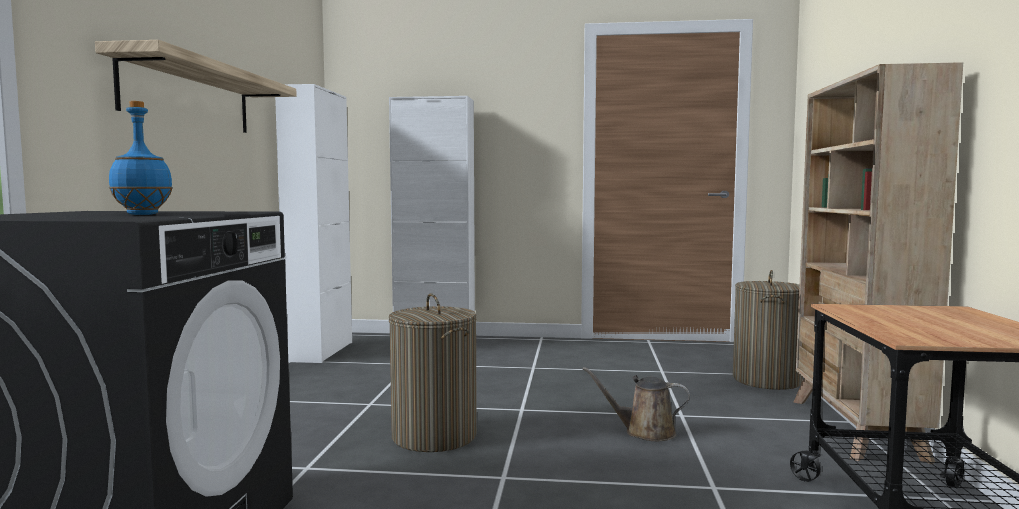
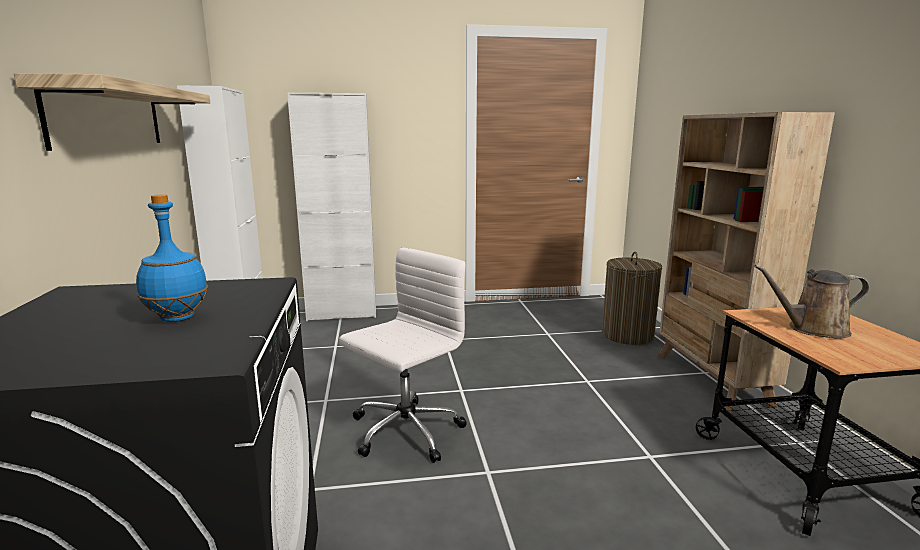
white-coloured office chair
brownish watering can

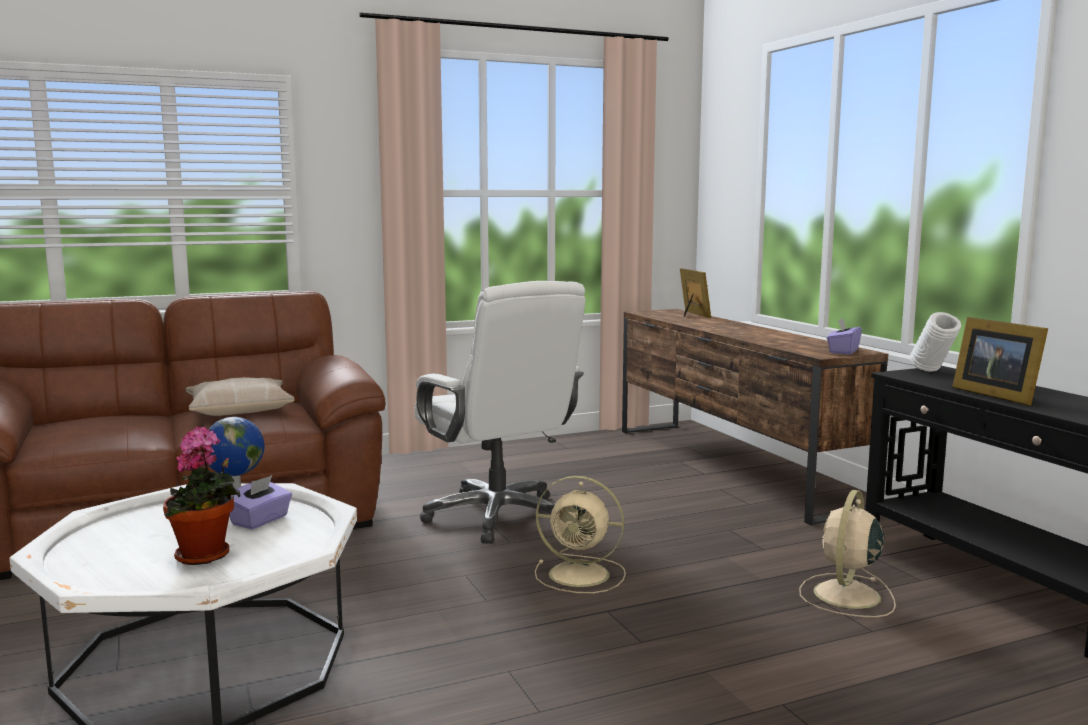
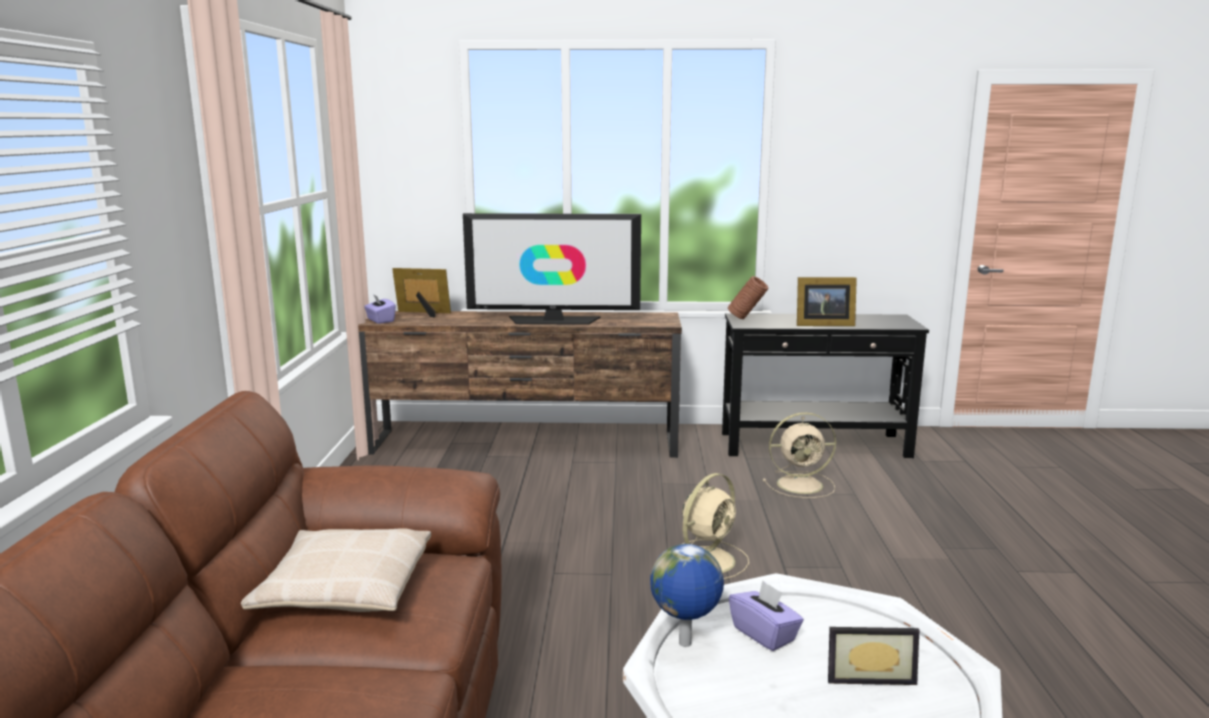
standing frame (no. 3 from left)
white-coloured office chair
sand-coloured cooling fan (no. 2 from left)
purplish tissue holder (no. 1 from left)
brownish decorative vase
TV set

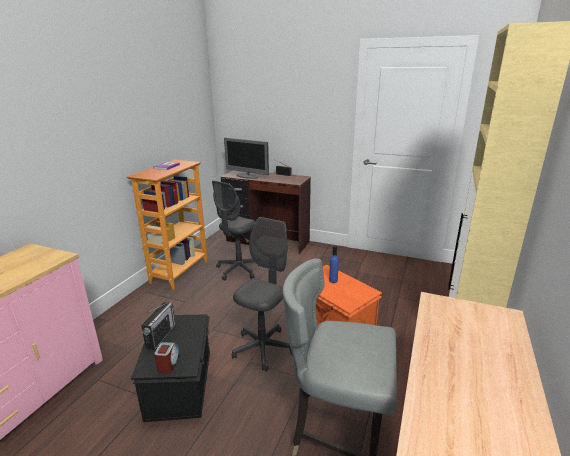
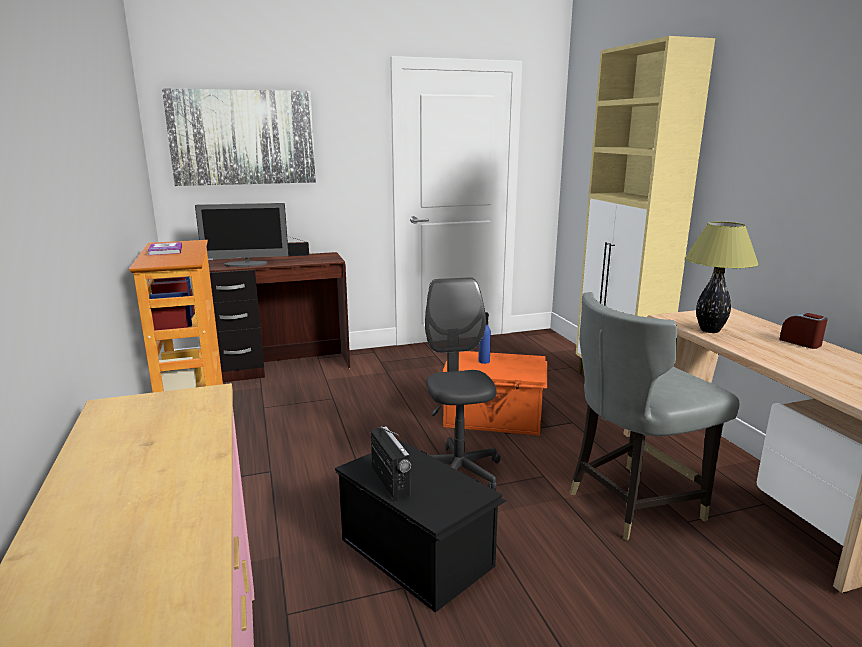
bedside clock
grey office chair (no. 1 from left in the first image)
wall art
lamp for a table

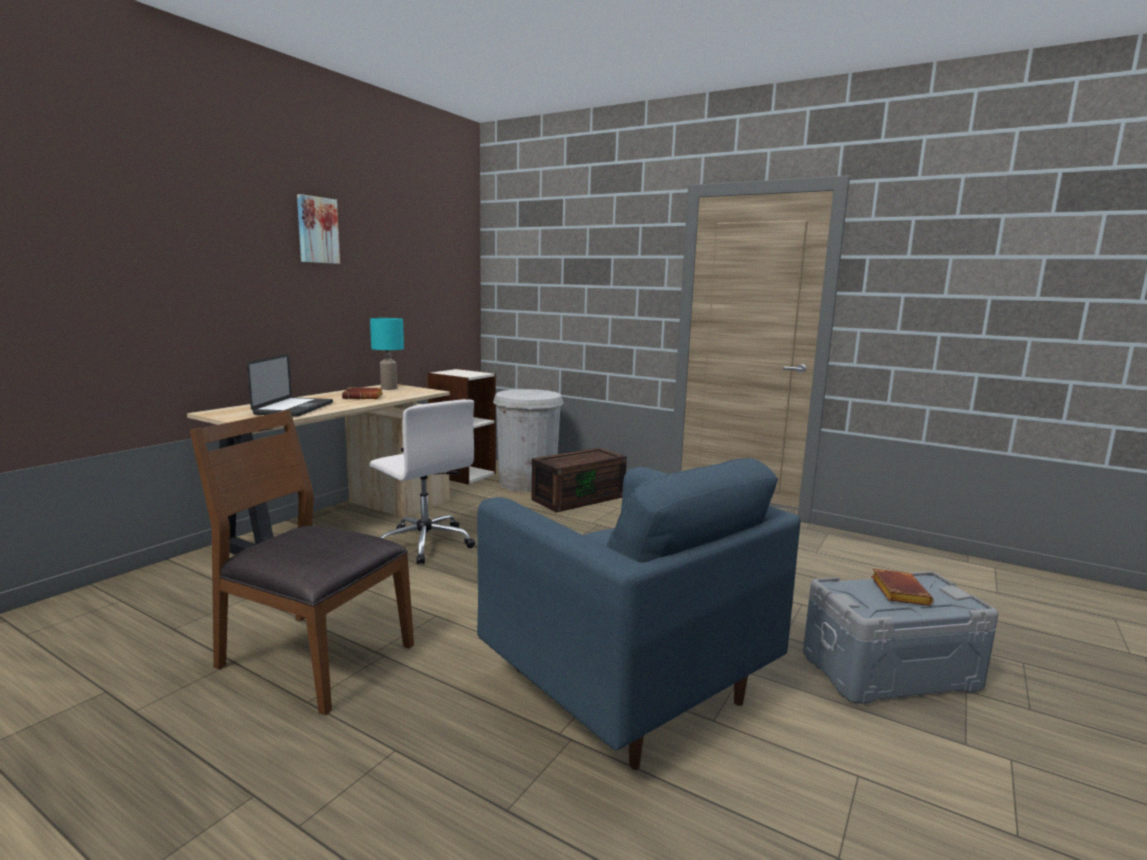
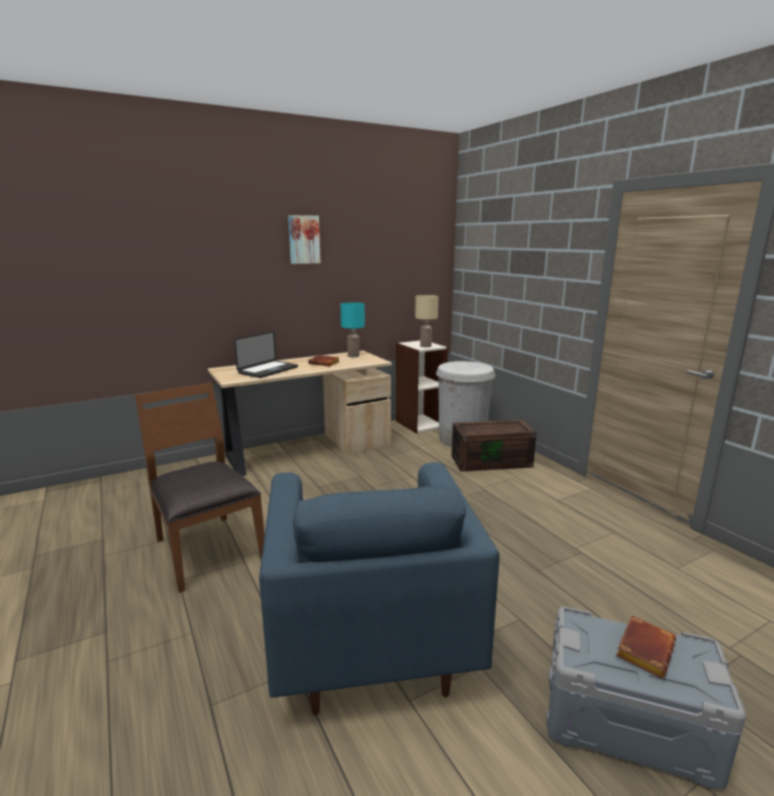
white-coloured office chair
sand-coloured lamp for a table

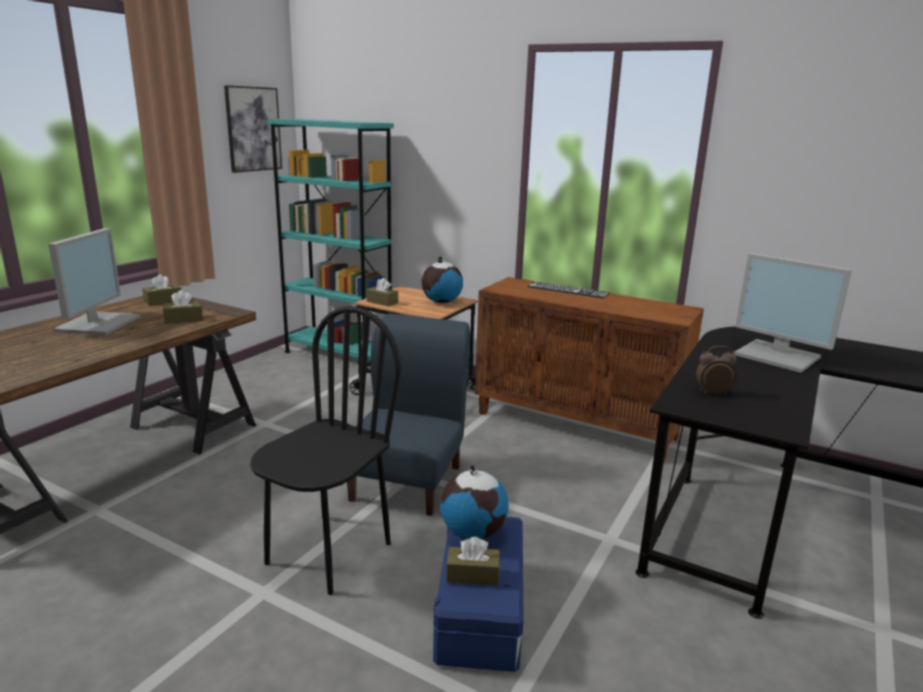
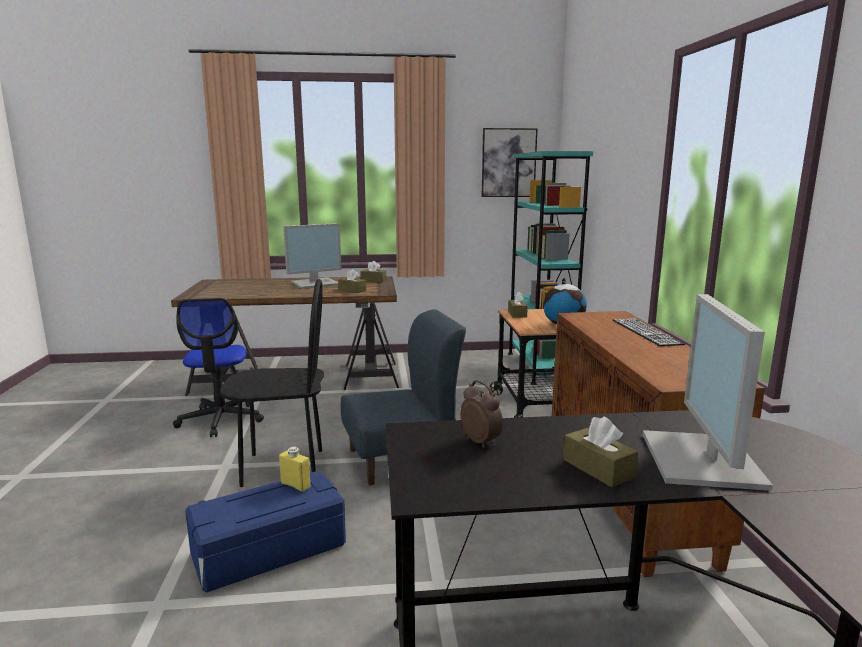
yellow-coloured beverage bottle
brownish tissue holder (no. 4 from left)
office chair

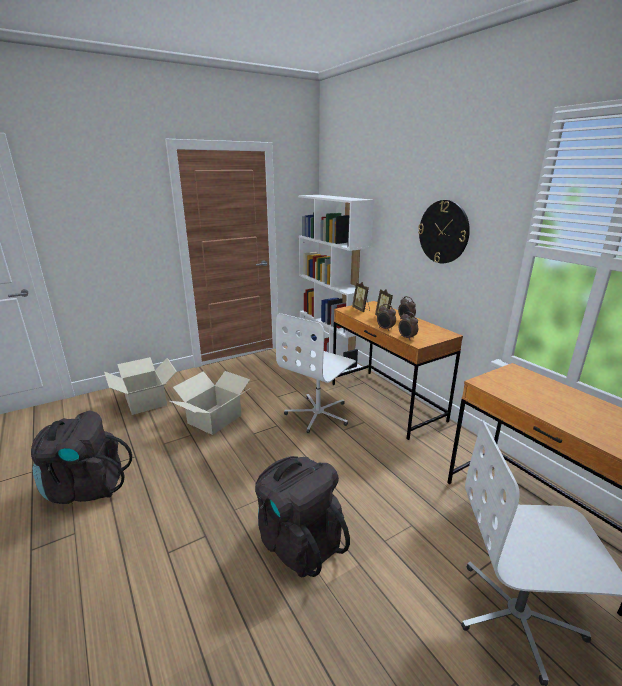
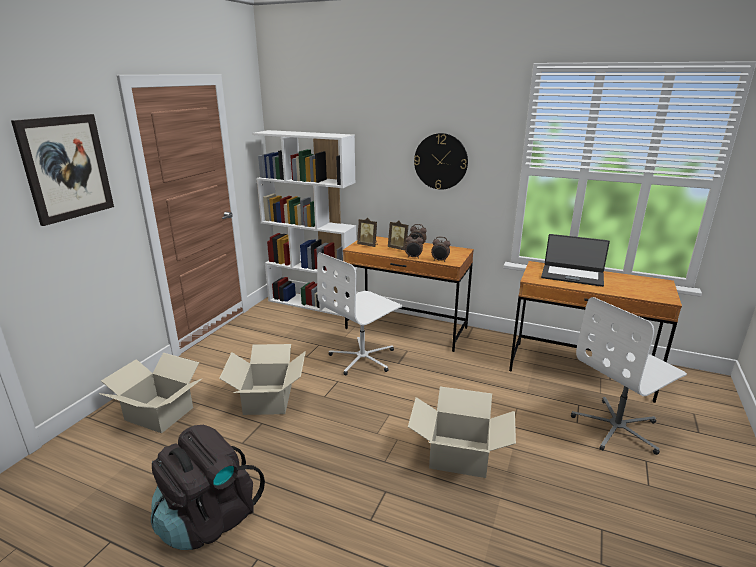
cardboard box (no. 3 from left)
white-coloured office chair (no. 1 from left)
wall art
notebook computer

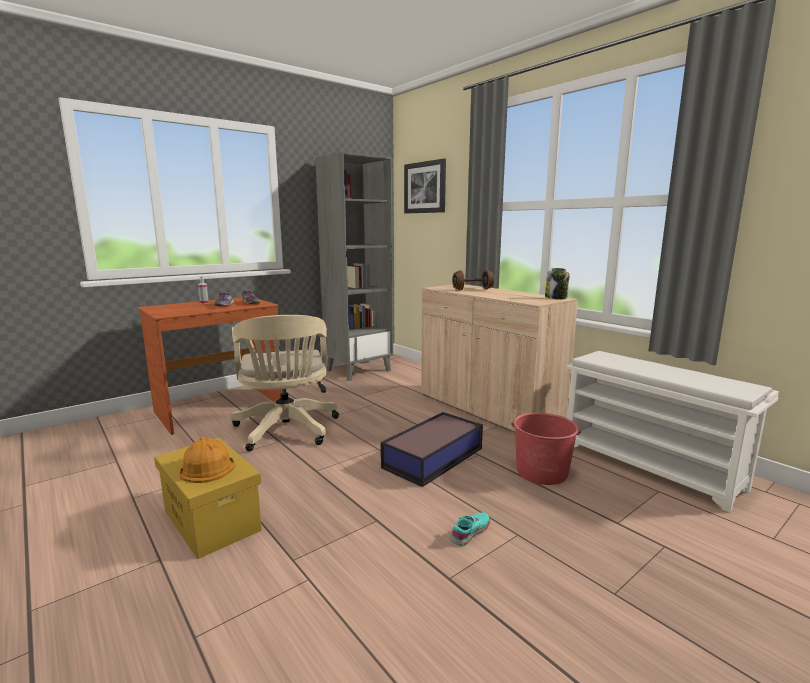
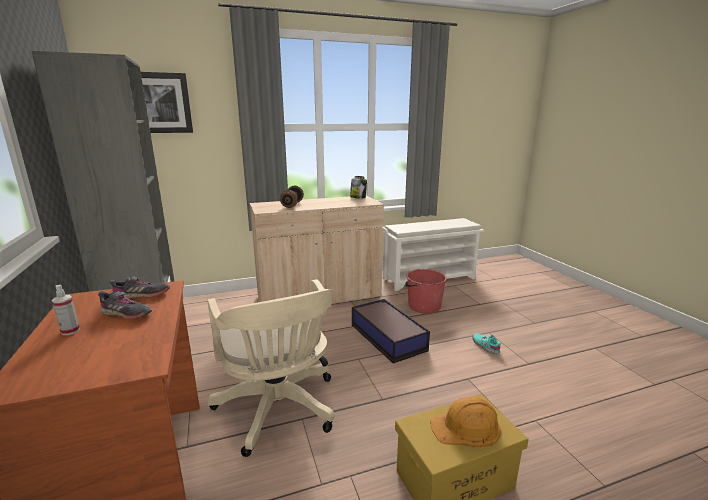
sand-coloured office chair

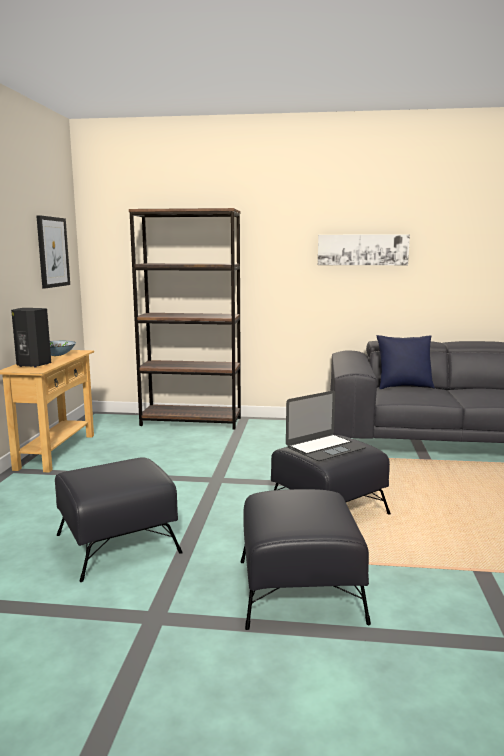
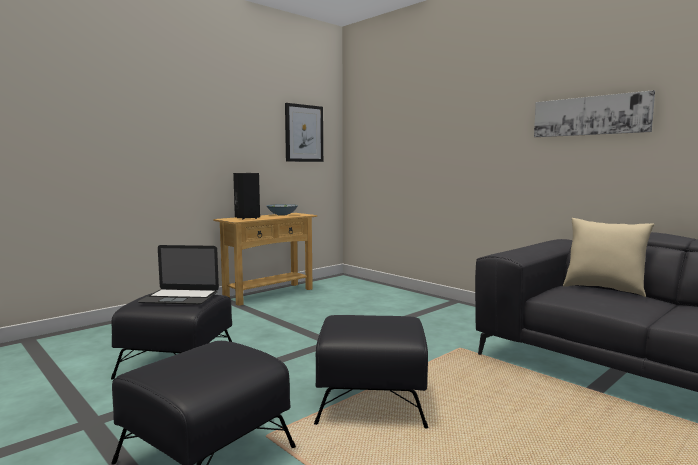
brownish bookshelf
notebook computer
sand-coloured throw pillow

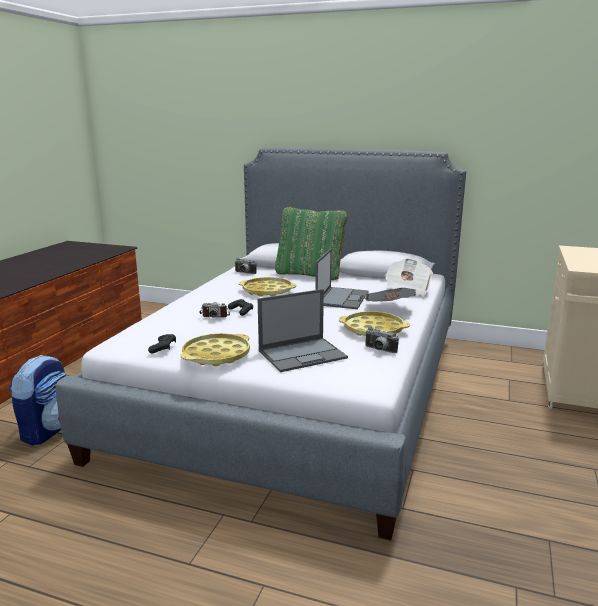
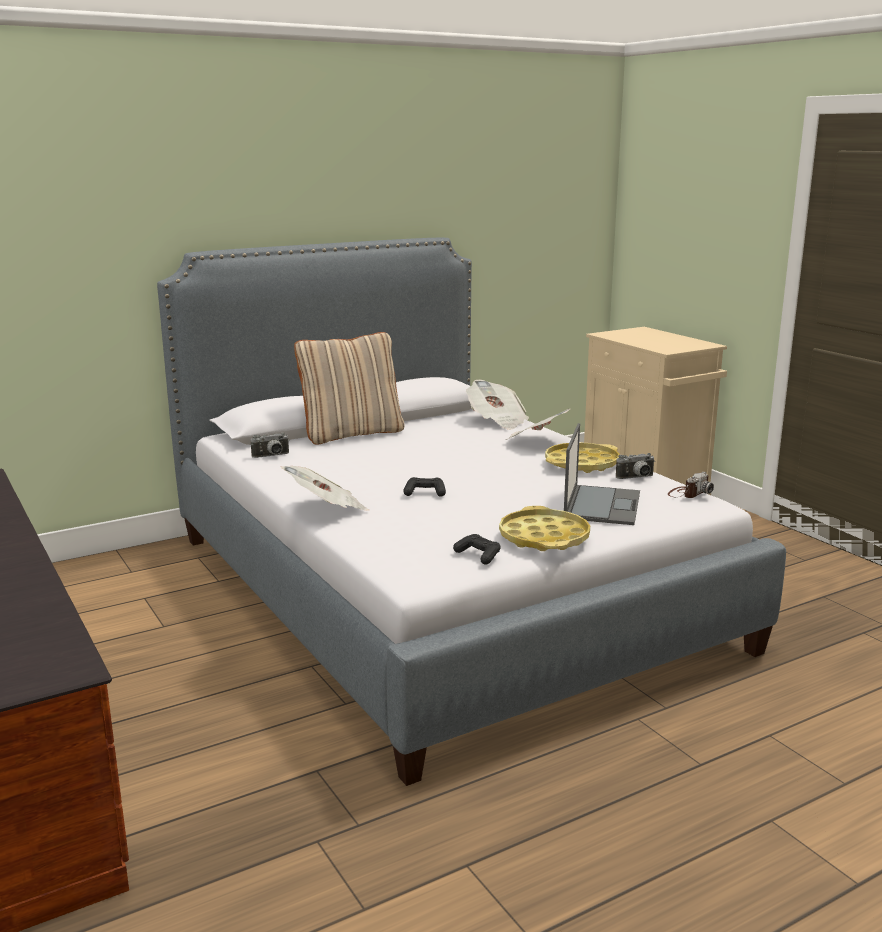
backpack
still camera (no. 3 from left)
yellow-coloured carrying tray (no. 2 from left in the first image)
sand-coloured throw pillow
notebook computer (no. 2 from left in the first image)
newspaper (no. 1 from left)

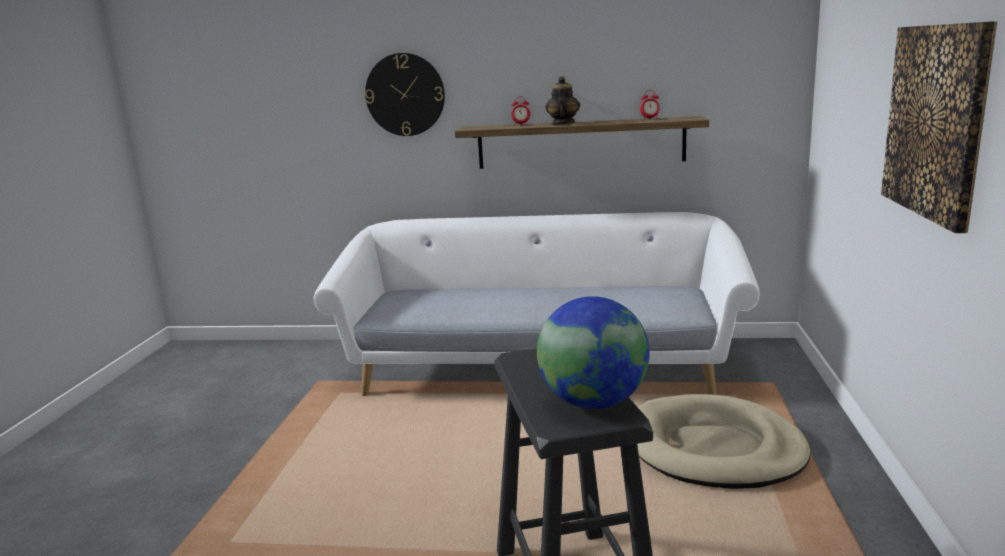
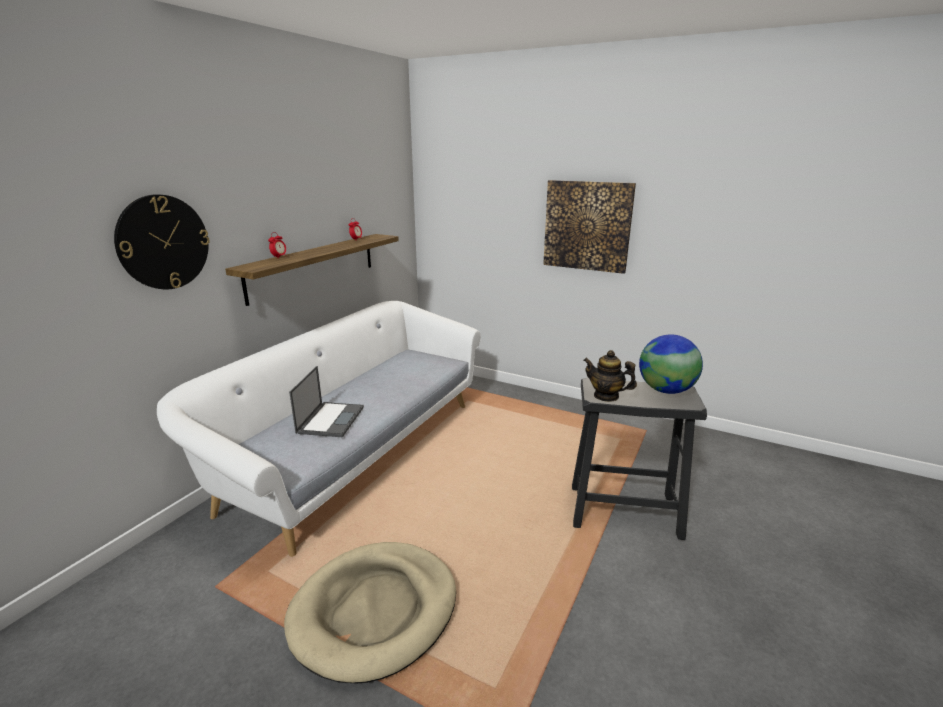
pot for tea
sand-coloured pet bed
notebook computer

